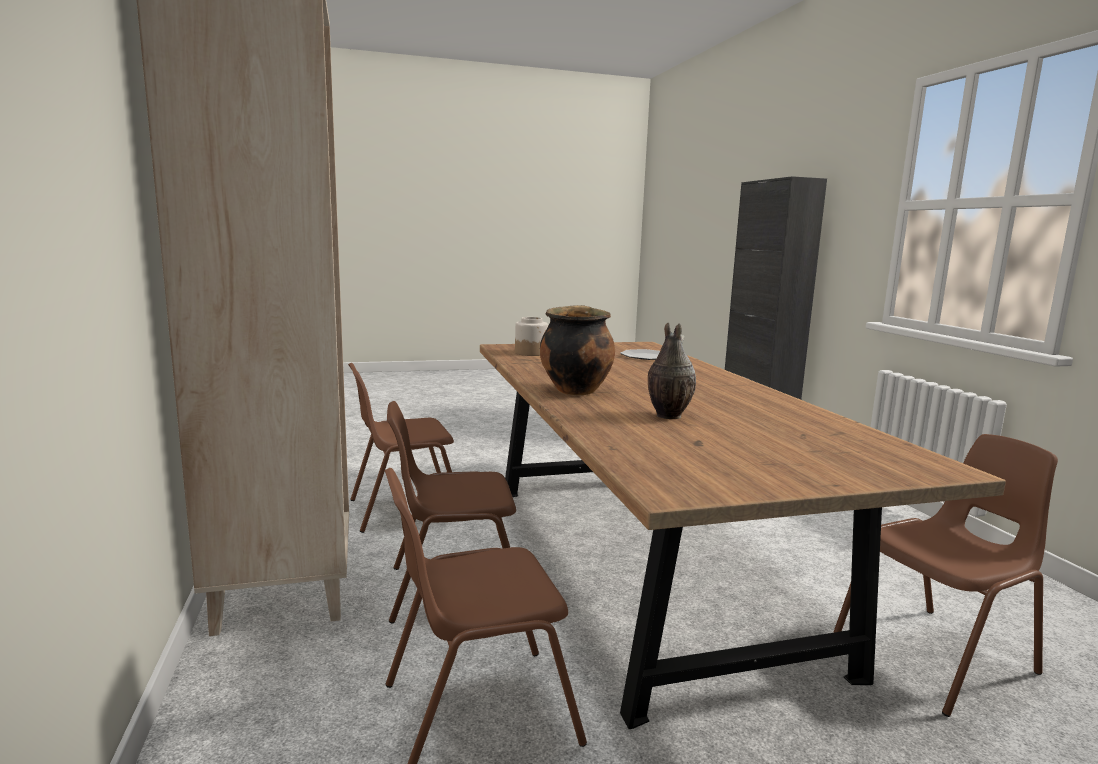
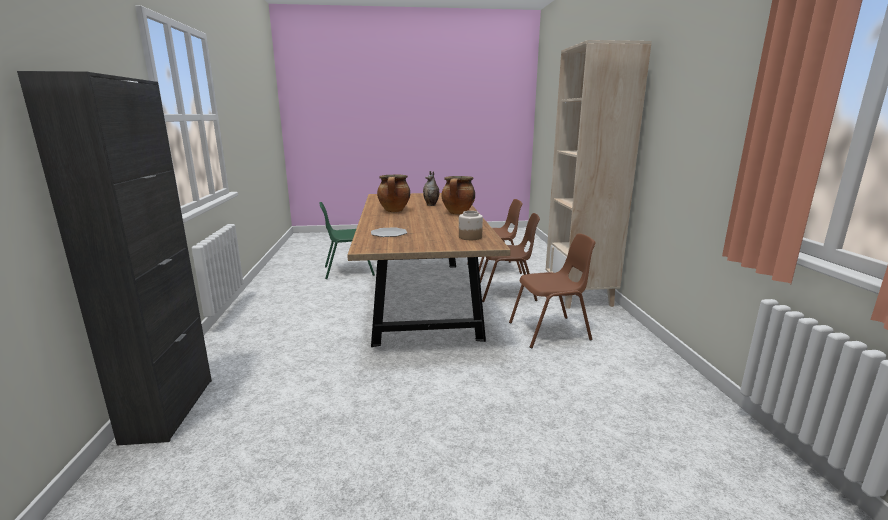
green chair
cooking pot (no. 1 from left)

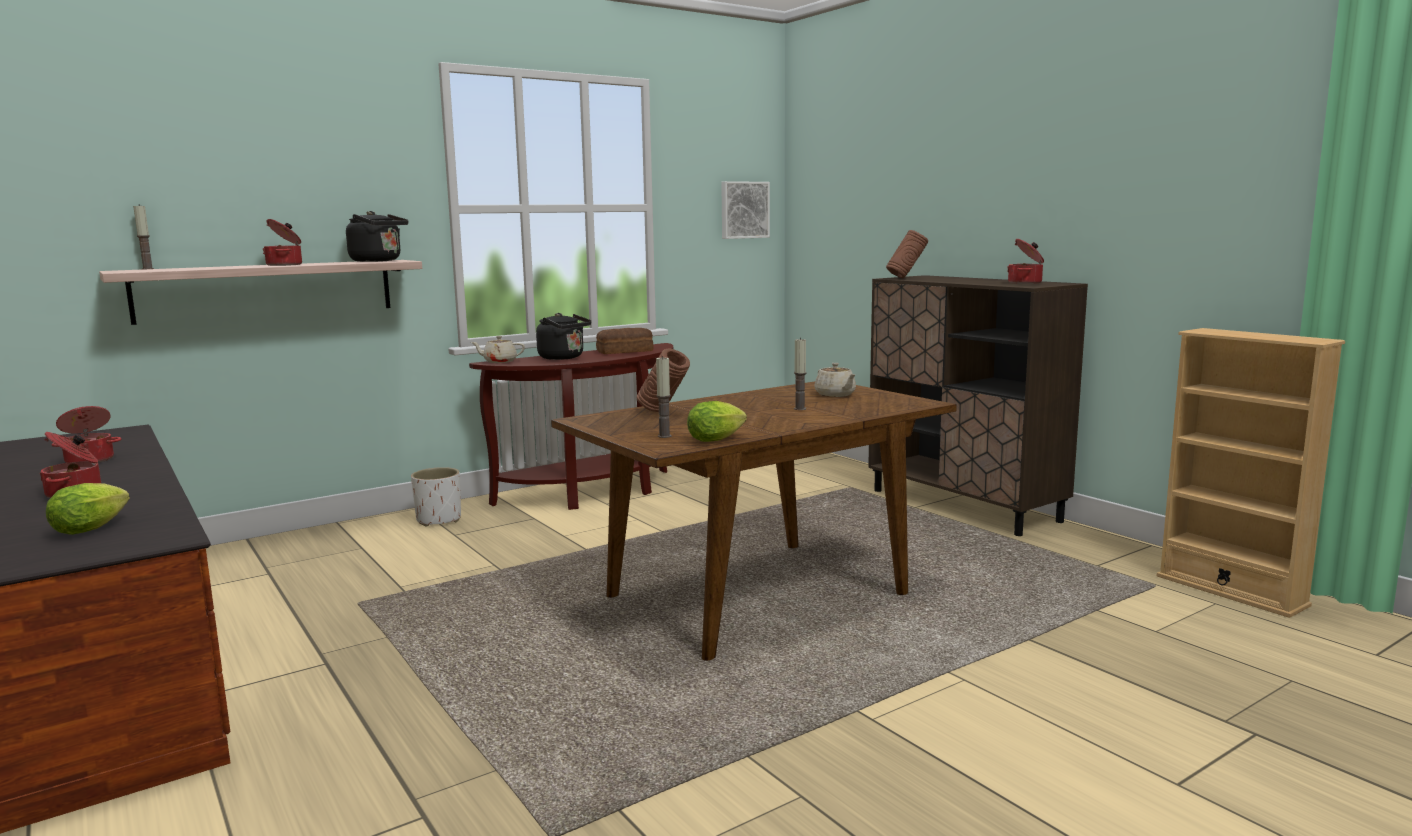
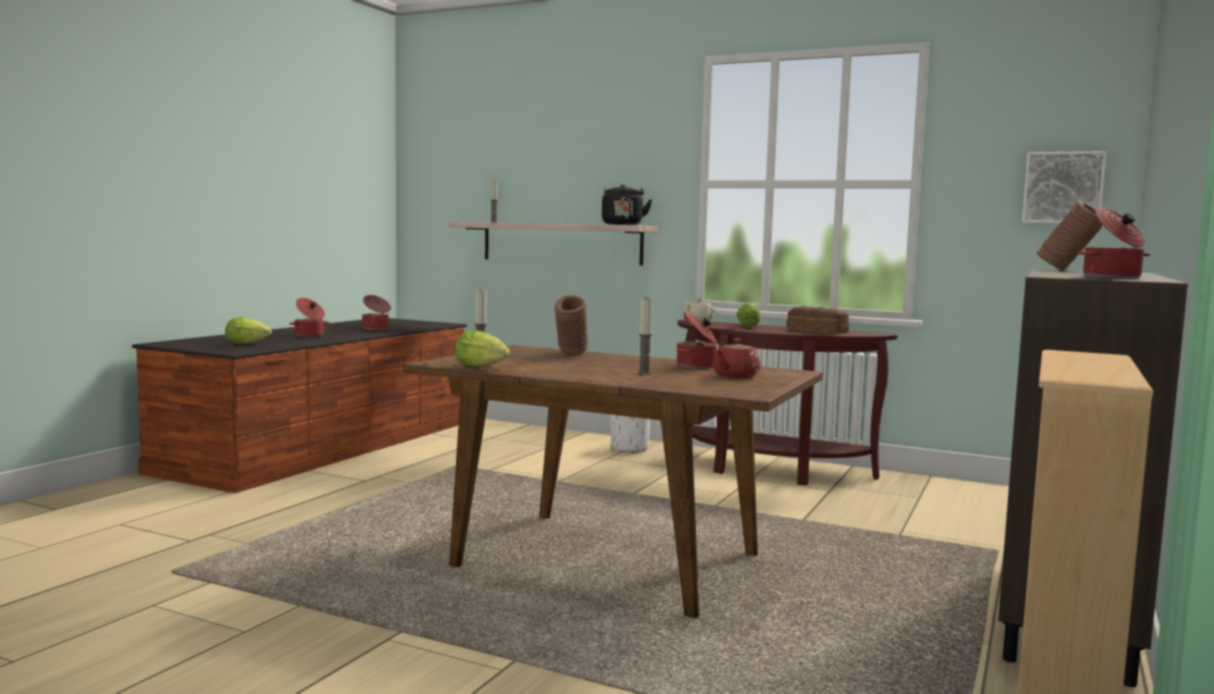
cooking pot (no. 3 from left)
lettuce (no. 3 from left)
red-coloured pot for tea

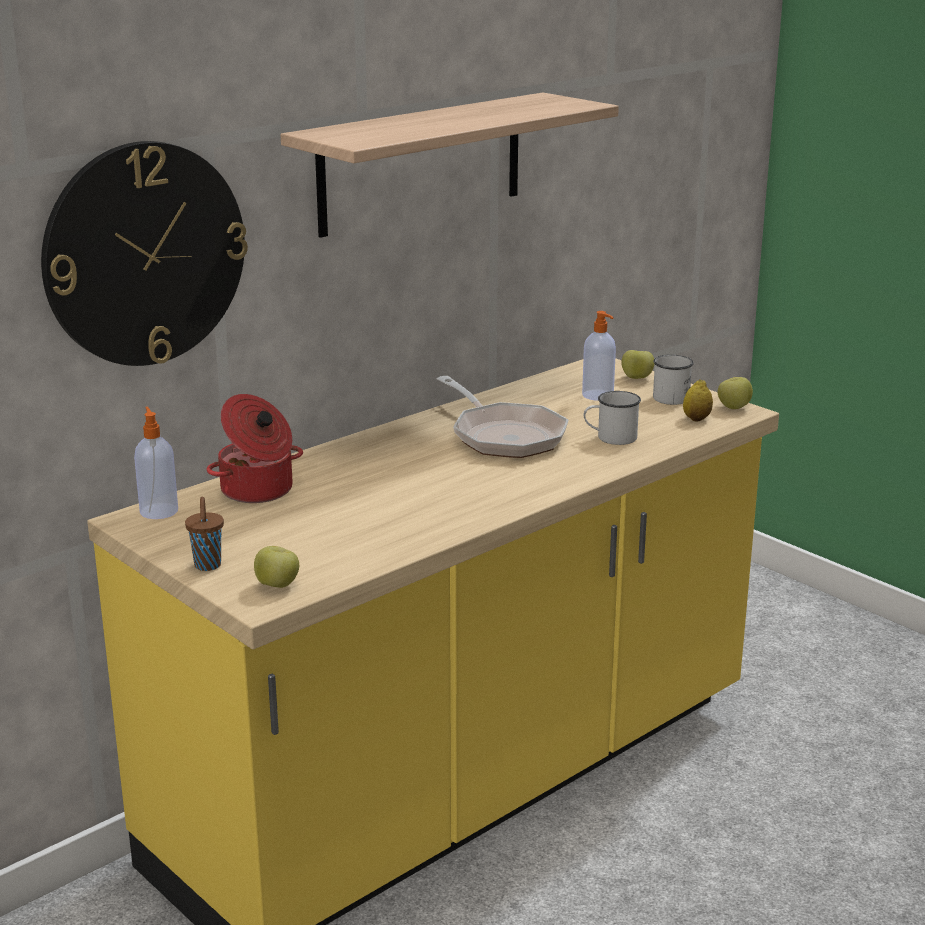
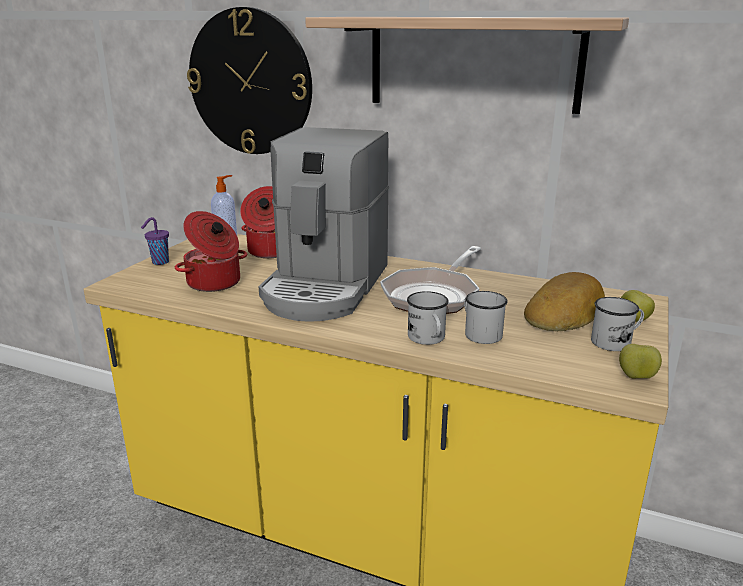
purplish small cup
apple fruit (no. 1 from left in the first image)
bakery bread
whole lemon
cooking pot (no. 1 from left)
coffee machine
white-coloured mug (no. 1 from left)

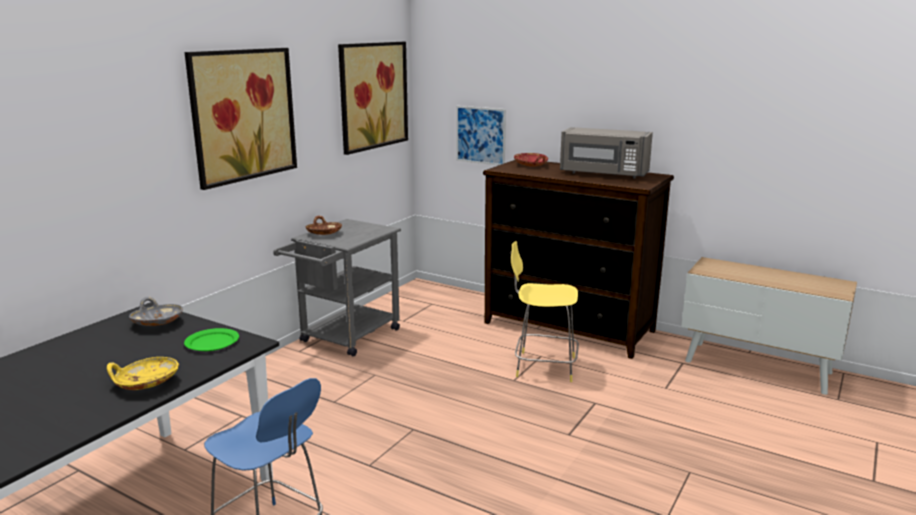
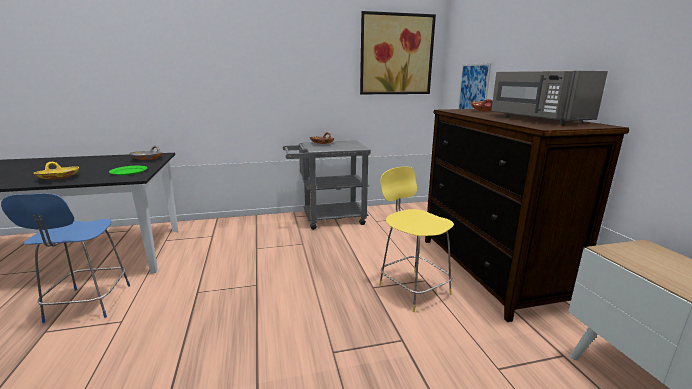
wall art (no. 1 from left in the first image)

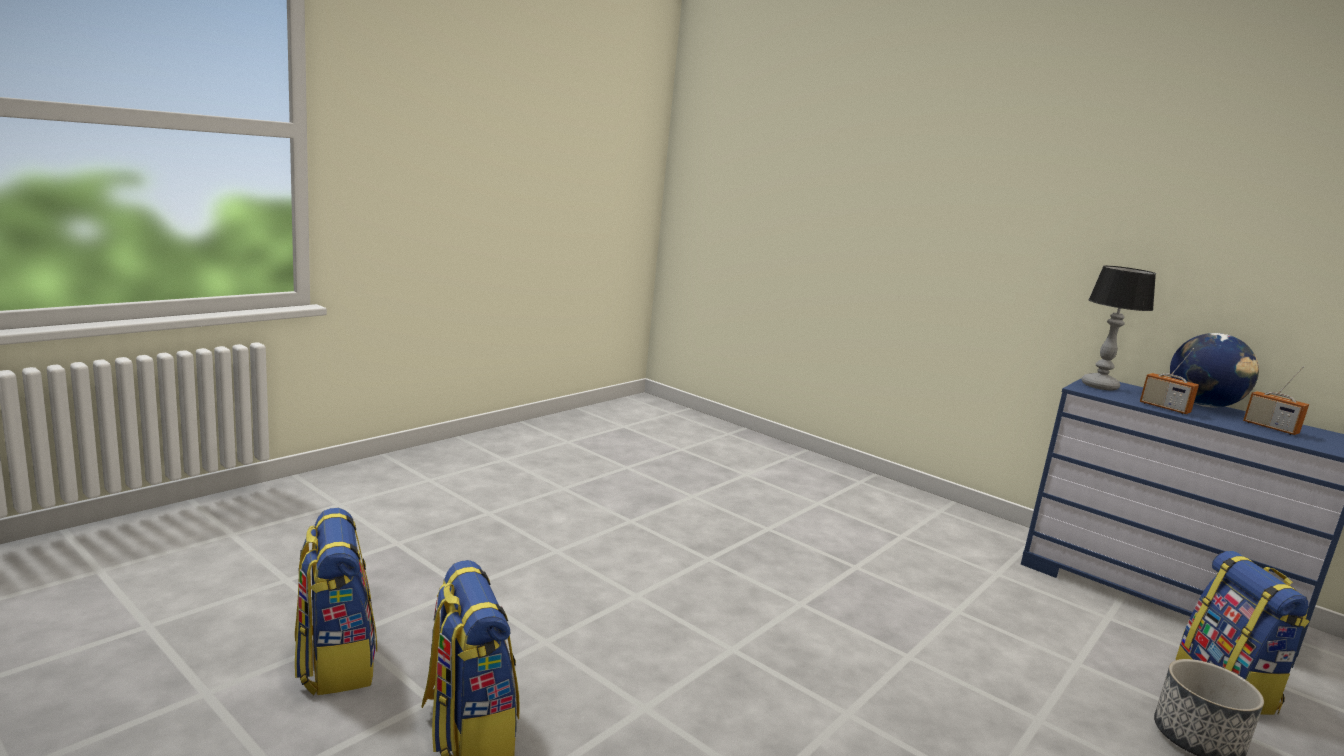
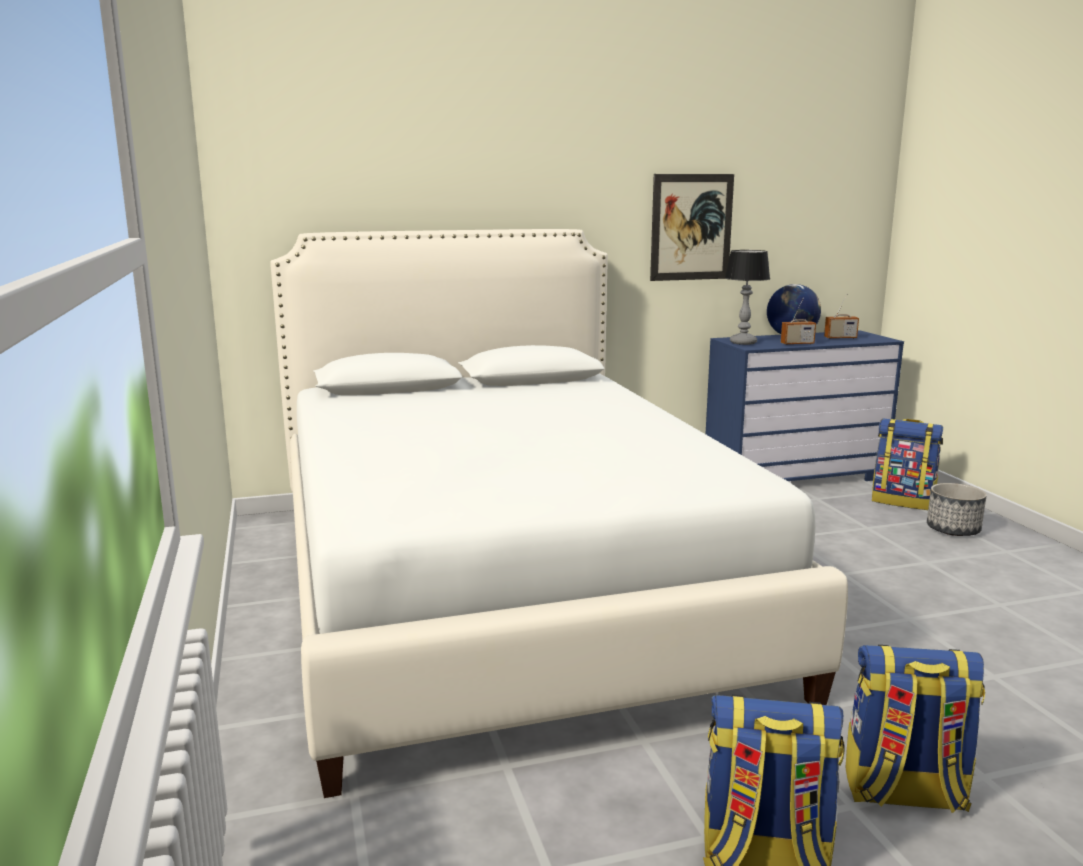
white-coloured bedroom bed
wall art

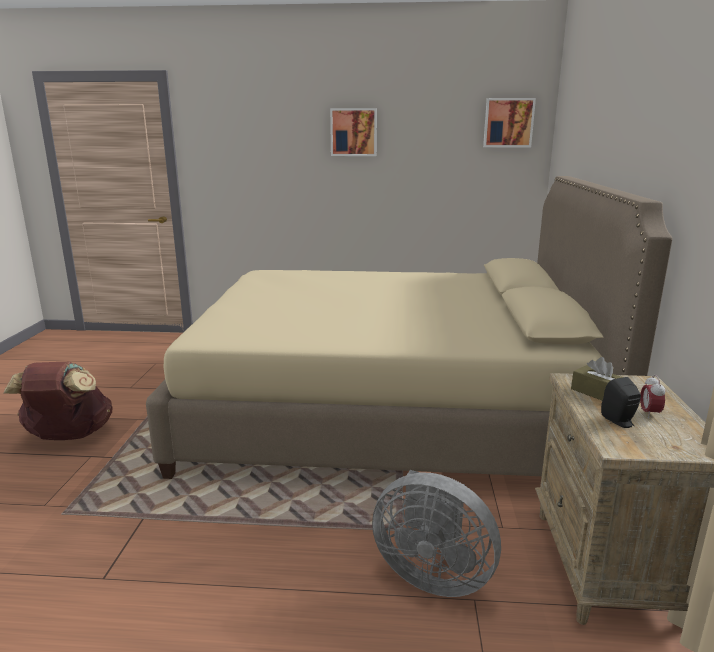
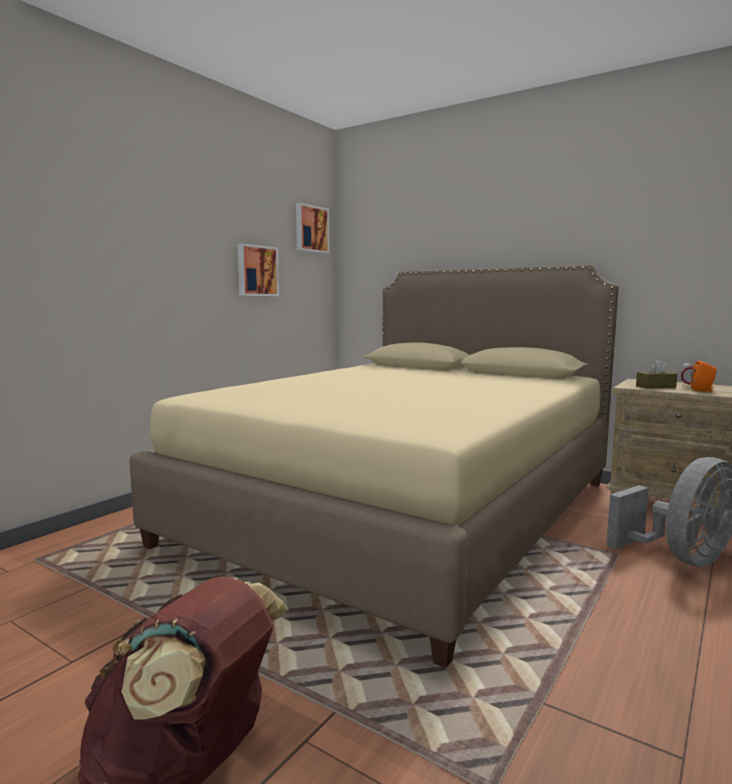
wall art (no. 1 from left)
orange-coloured loudspeaker

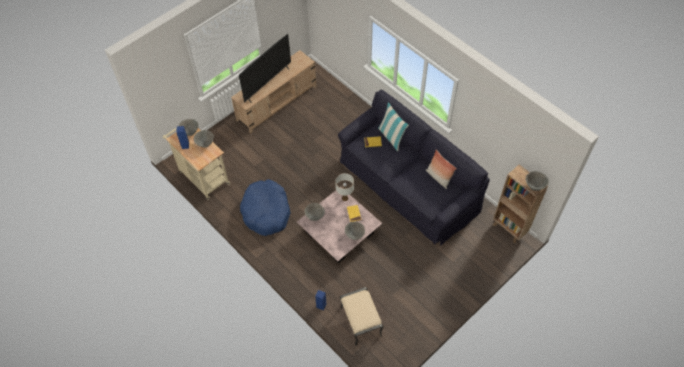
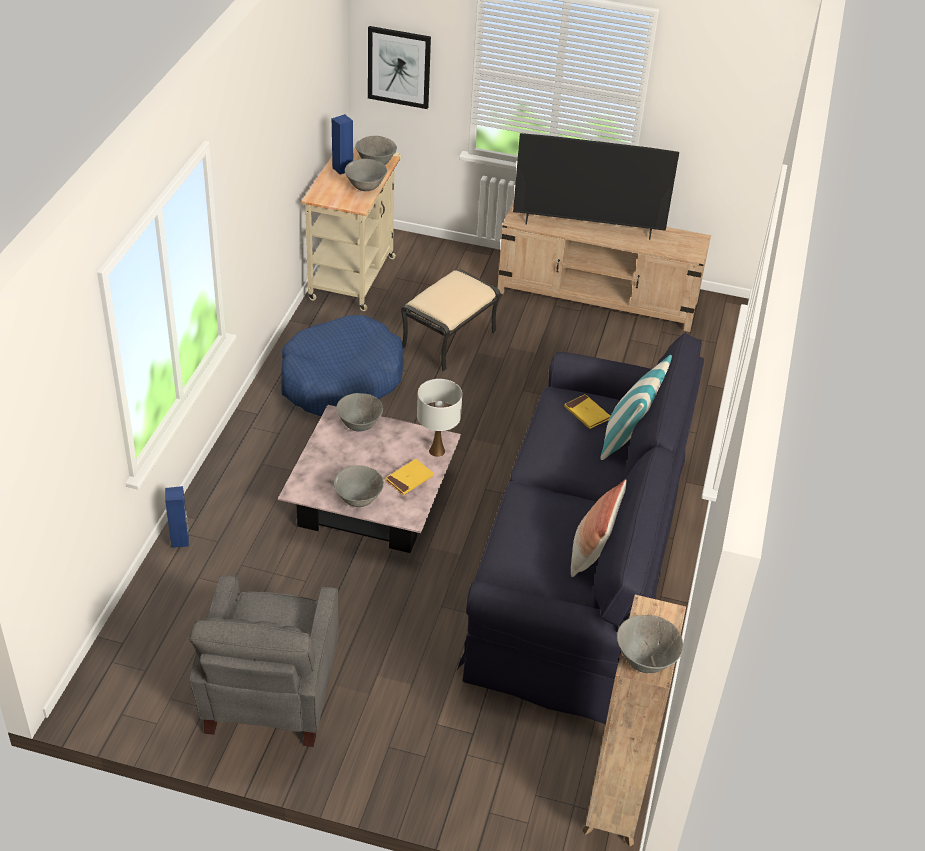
sand-coloured pouffe
grey lounge chair
wall art

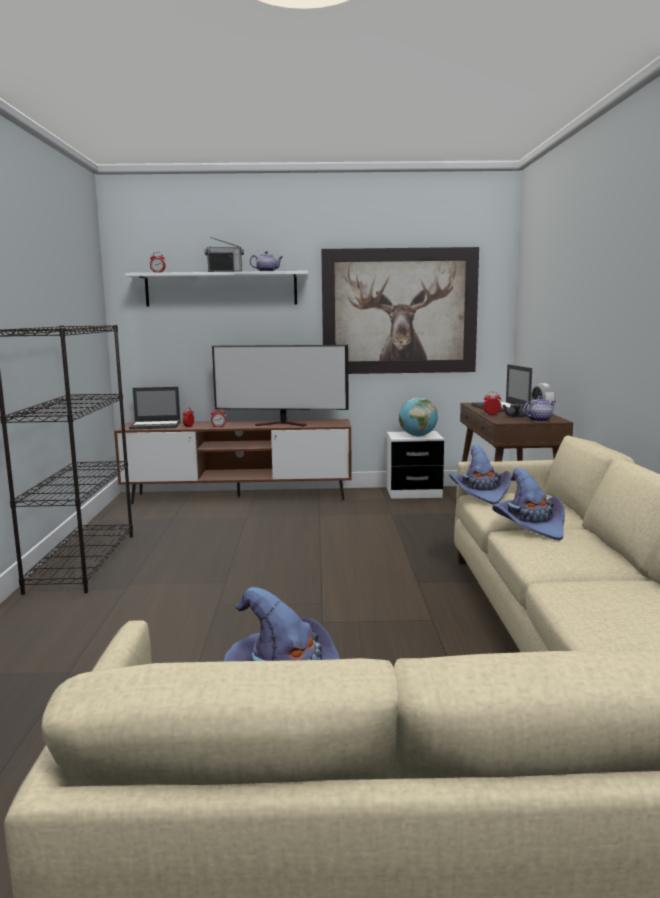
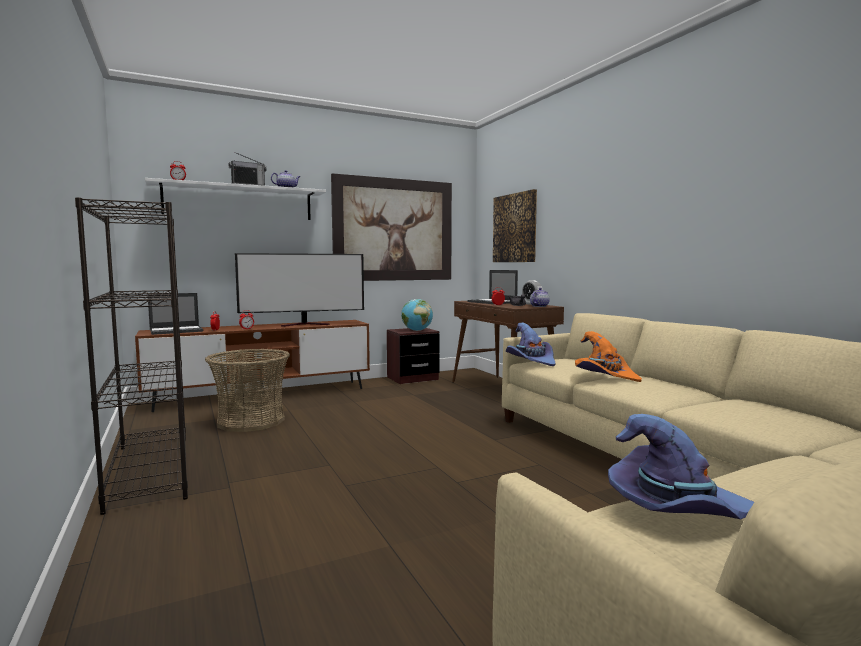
brownish bedside table
orange-coloured wearable hat
household basket
wall art (no. 2 from left)

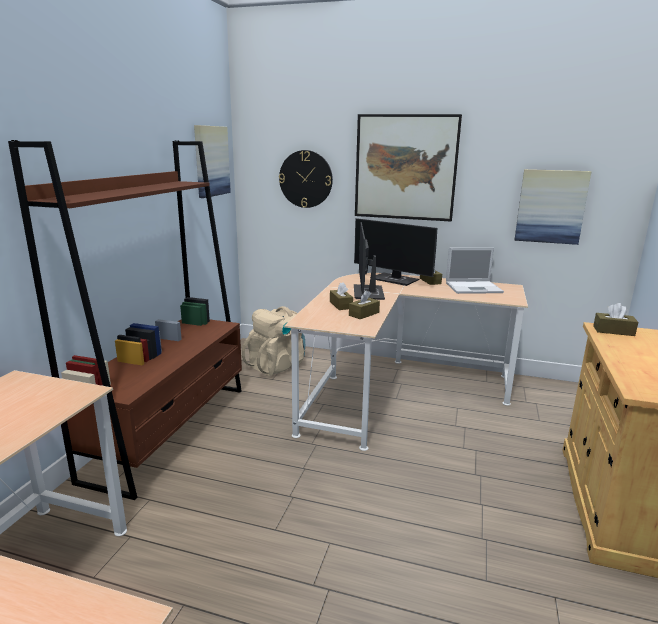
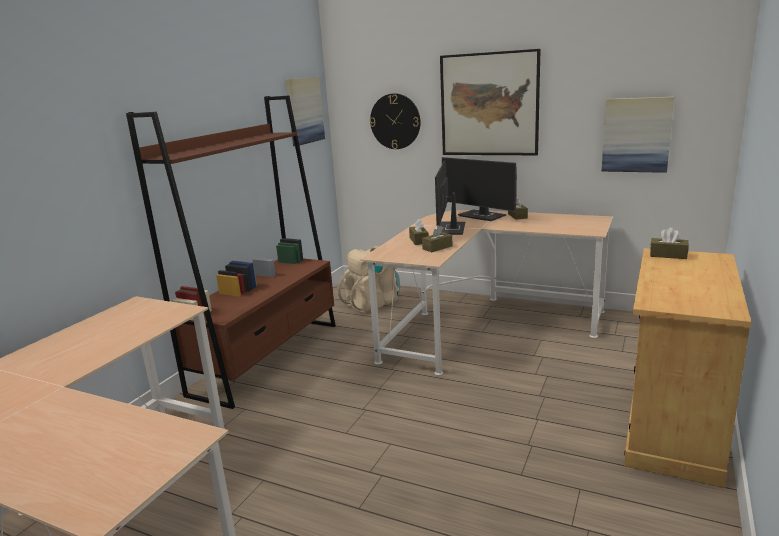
notebook computer

